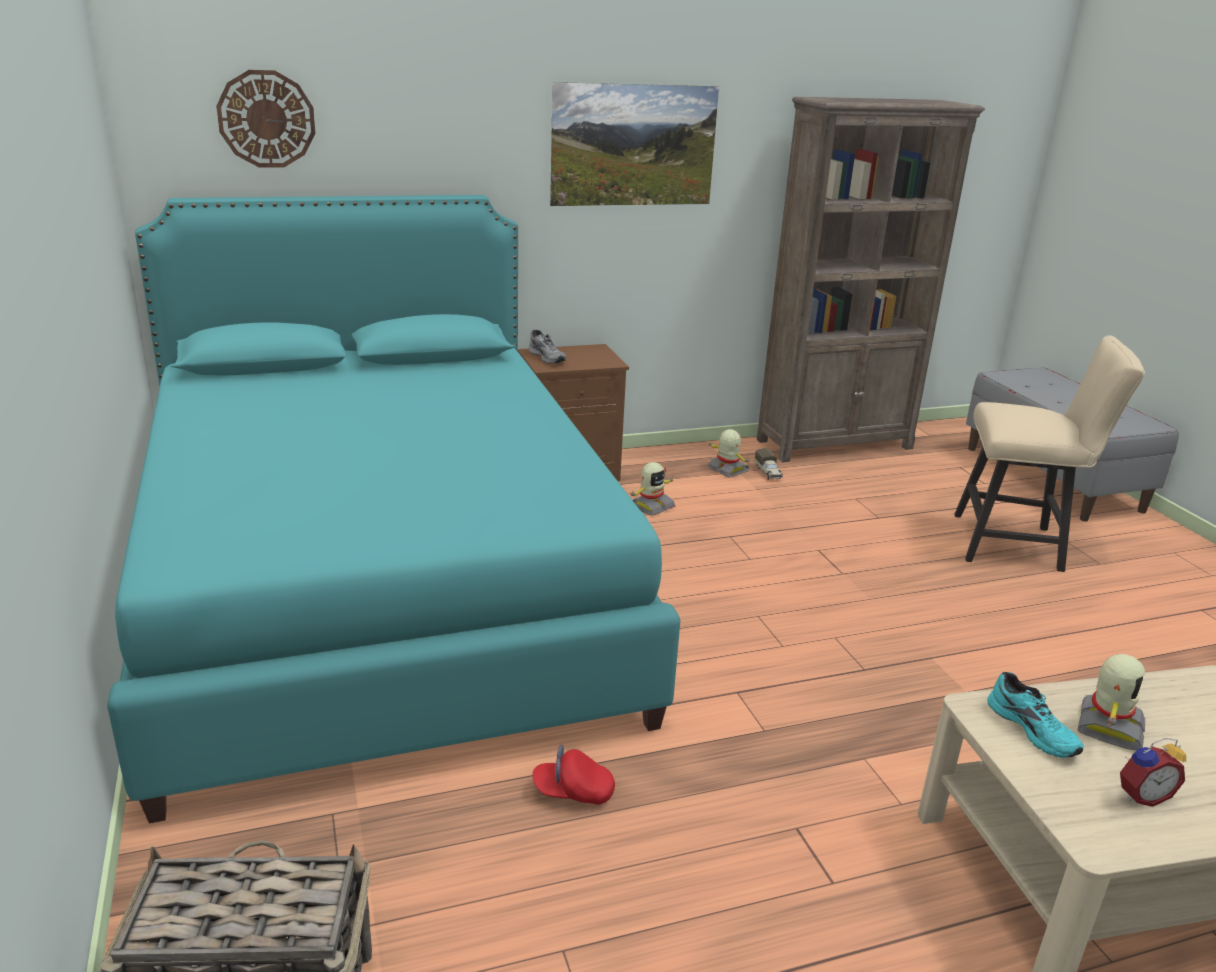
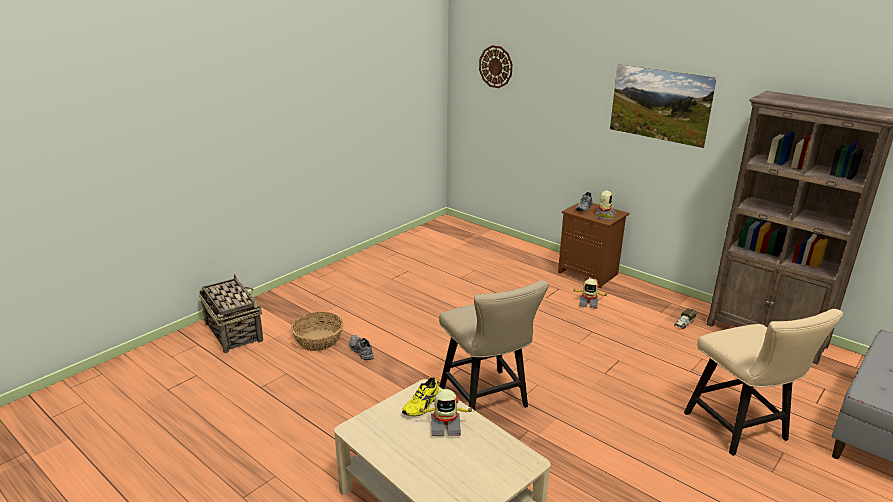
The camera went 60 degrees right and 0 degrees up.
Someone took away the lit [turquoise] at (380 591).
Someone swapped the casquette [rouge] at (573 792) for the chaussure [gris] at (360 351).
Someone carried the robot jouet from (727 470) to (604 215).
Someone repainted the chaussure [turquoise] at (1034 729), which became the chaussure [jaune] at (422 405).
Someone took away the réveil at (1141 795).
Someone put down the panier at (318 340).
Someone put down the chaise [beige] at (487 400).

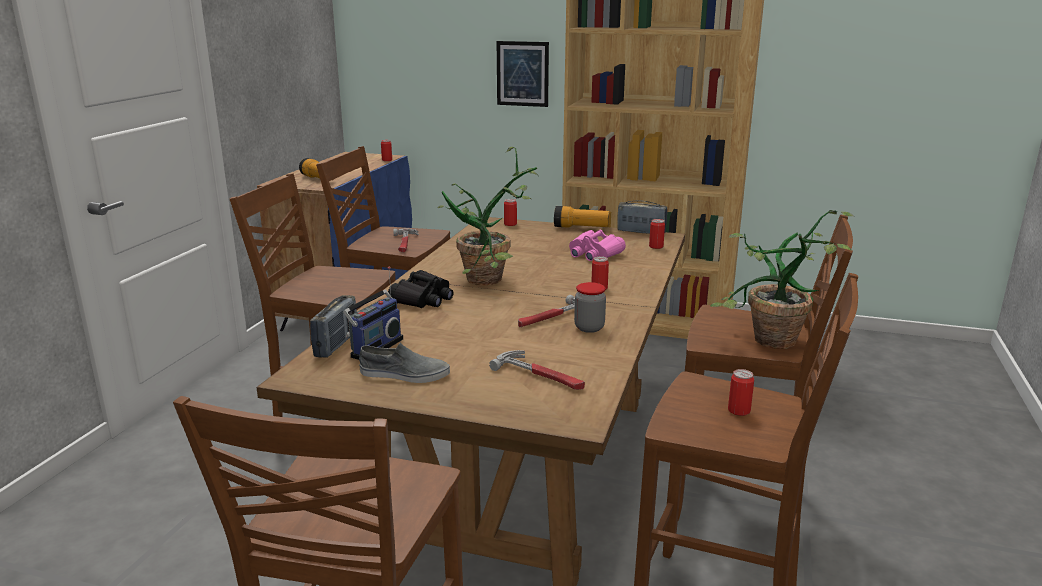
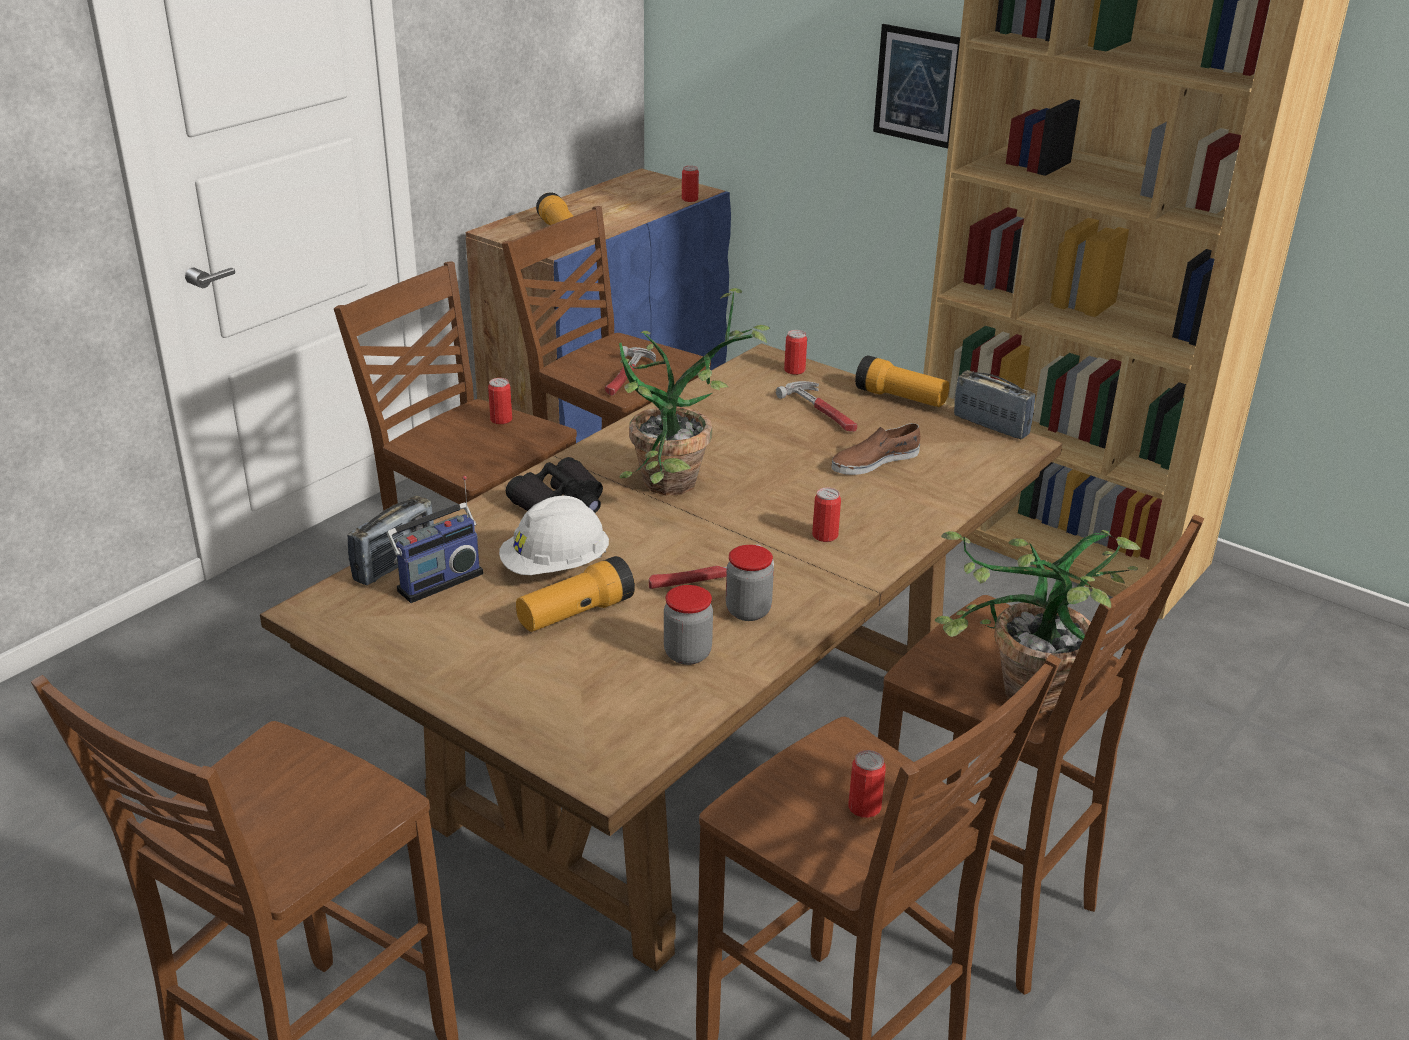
The camera went 20 degrees right and 10 degrees up.
Someone took away the chaussure [gris] at (404 374).
Someone carried the marteau from (541 375) to (822 411).
Someone swapped the jumelles [rose] at (594 254) for the chaussure [marron] at (874 461).
Someone carried the boîte métallique from (656 246) to (501 419).
Someone put down the casque de chantier [blanc] at (556 567).
Someone put down the lampe de poche at (575 614).
Someone put down the bocal at (687 654).

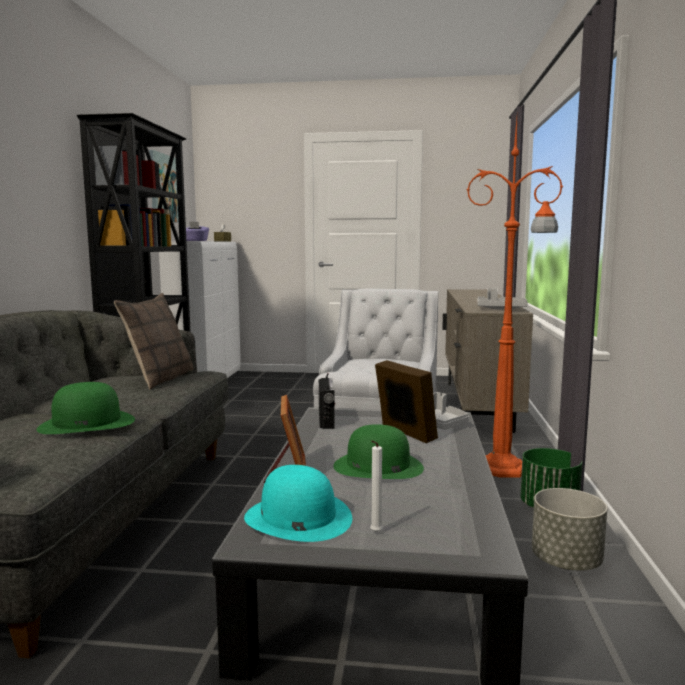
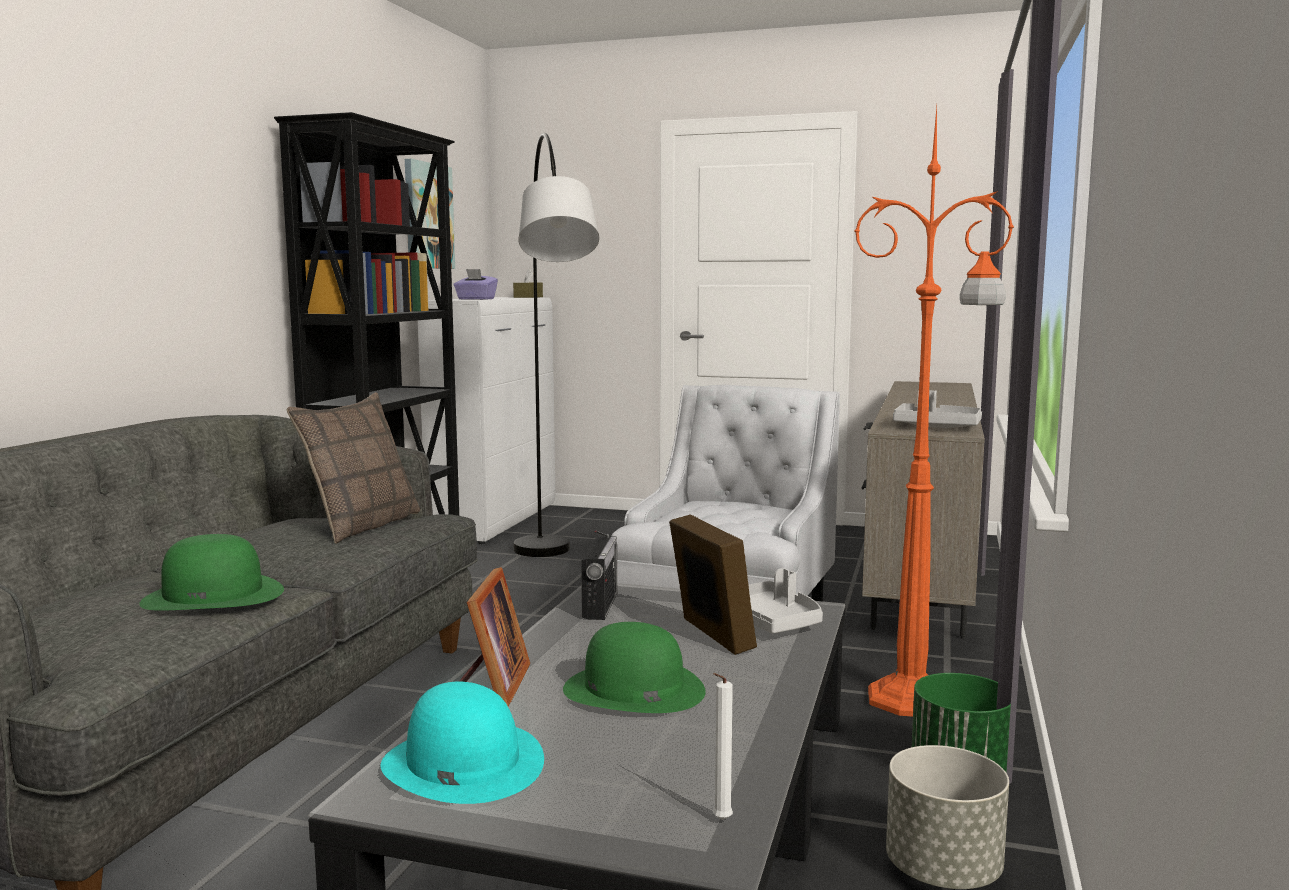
The camera went 10 degrees right and 0 degrees up.
Someone carried the bougie [blanc] from (375 533) to (720 821).
Someone put down the lampadaire [gris] at (553 580).

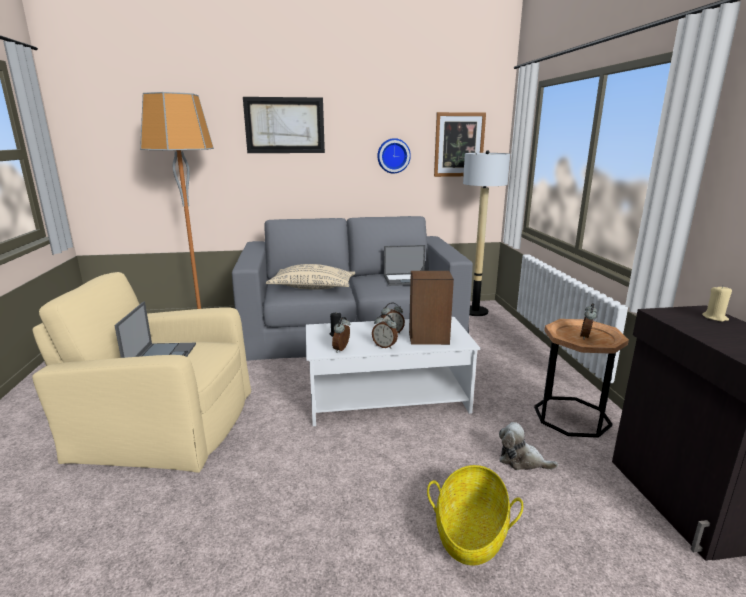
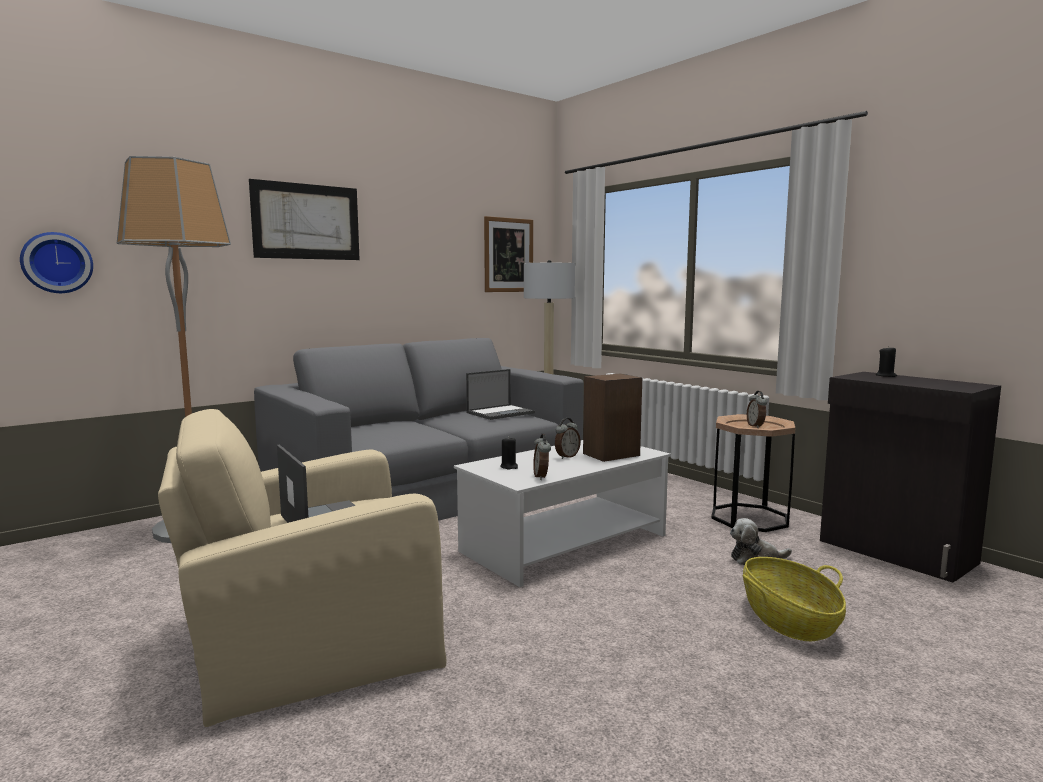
The camera went 30 degrees left and 10 degrees down.
Someone took away the coussin [beige] at (312 288).
Someone took away the réveil at (385 346).
Someone carried the horloge murale from (393 156) to (57 263).
Someone repainted the bougie [beige] at (715 318), which became the bougie [noir] at (886 376).

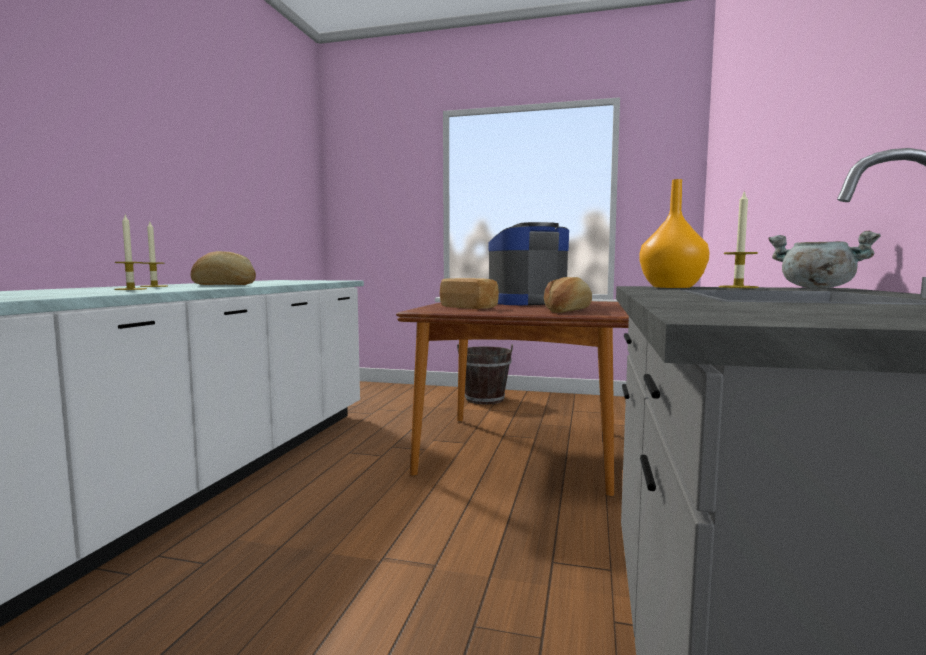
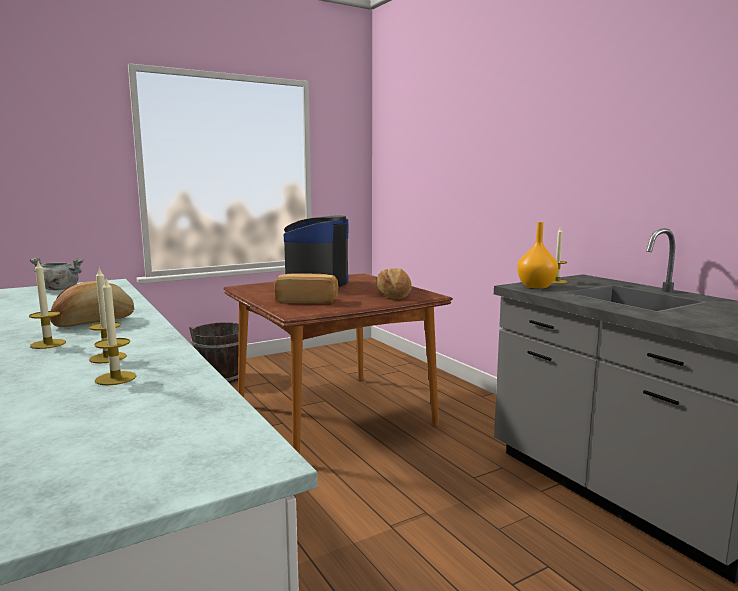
The camera went 45 degrees left and 5 degrees up.
Someone carried the marmite [gris] from (815 288) to (58 289).
Someone put down the bougie at (115 378).

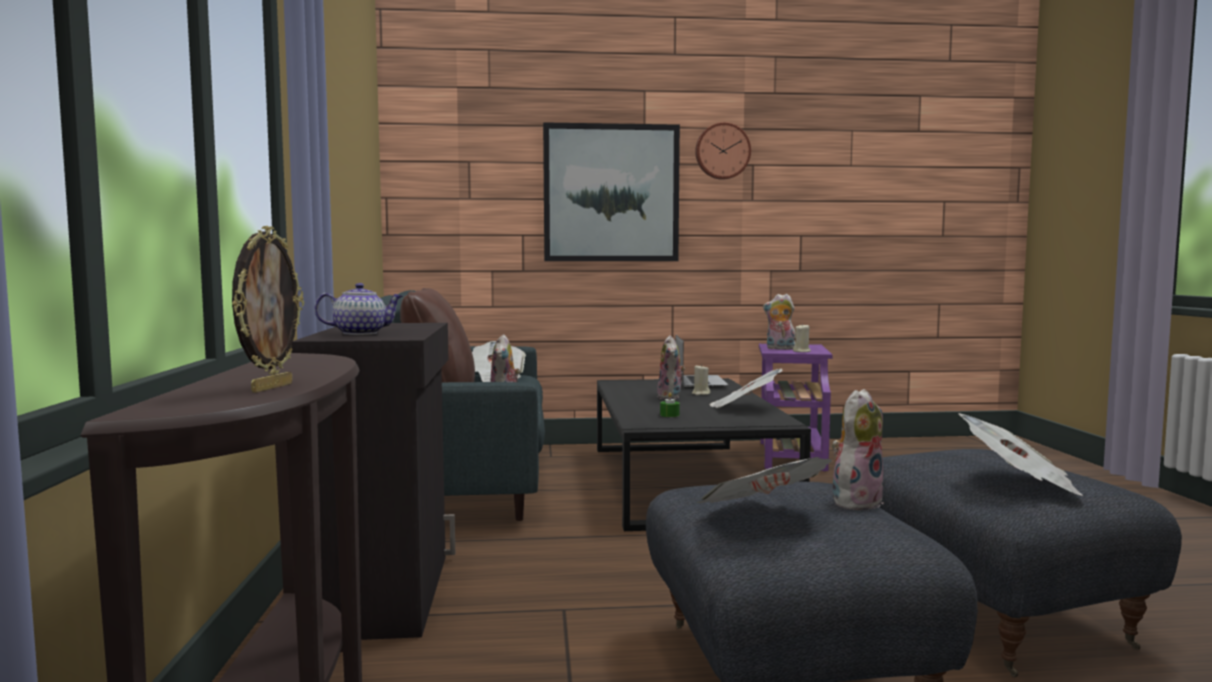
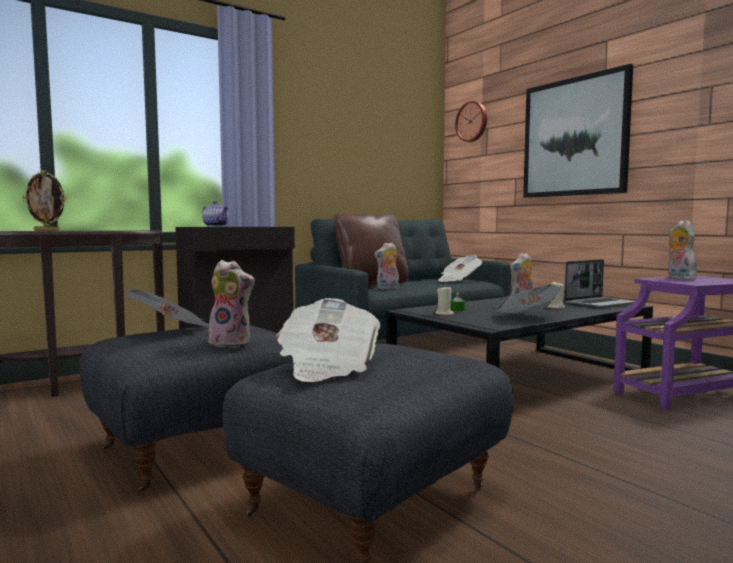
The camera went 60 degrees right and 0 degrees up.
Someone carried the horloge murale from (722 151) to (472 122).
Someone carried the bougie [beige] from (802 351) to (444 314).

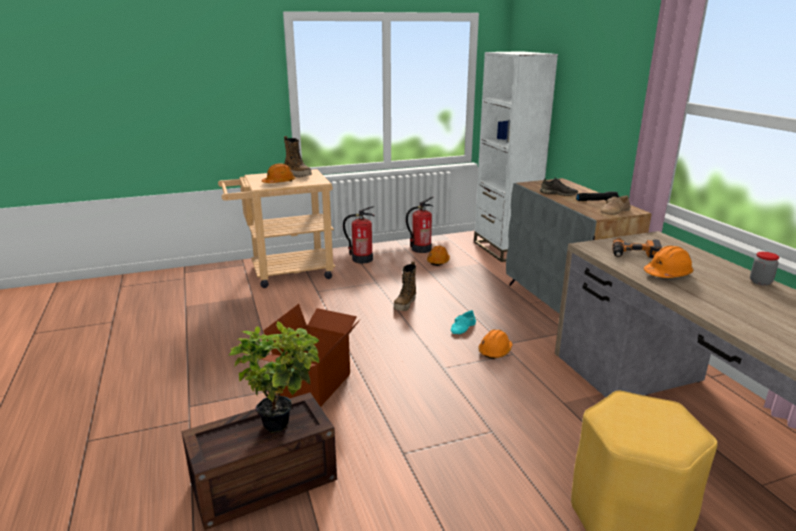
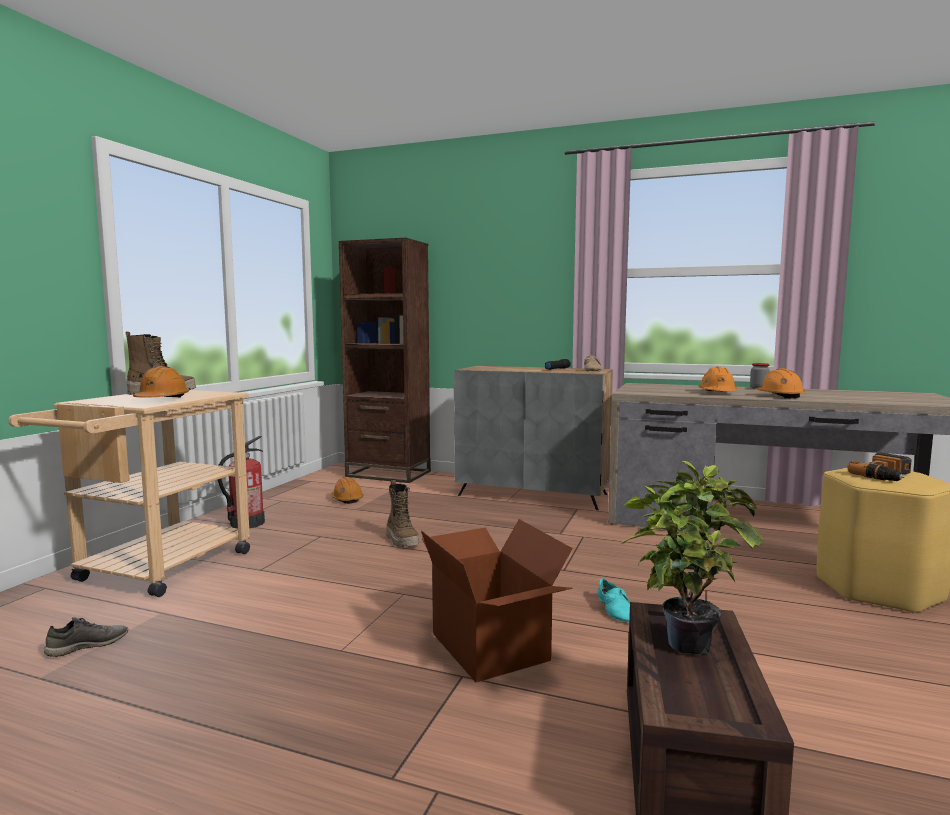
The camera went 50 degrees left and 15 degrees down.
Someone took away the extincteur at (421 249).
Someone carried the chaussure [turquoise] from (463 328) to (616 609).
Someone repainted the bibliothèque [blanc] at (504 249), which became the bibliothèque [marron] at (388 474).
Someone carried the casque de chantier [orange] from (495 351) to (779 396).
Someone carried the chaussure [gris] from (558 194) to (88 645).
Someone carried the perceuse from (635 255) to (886 475).

